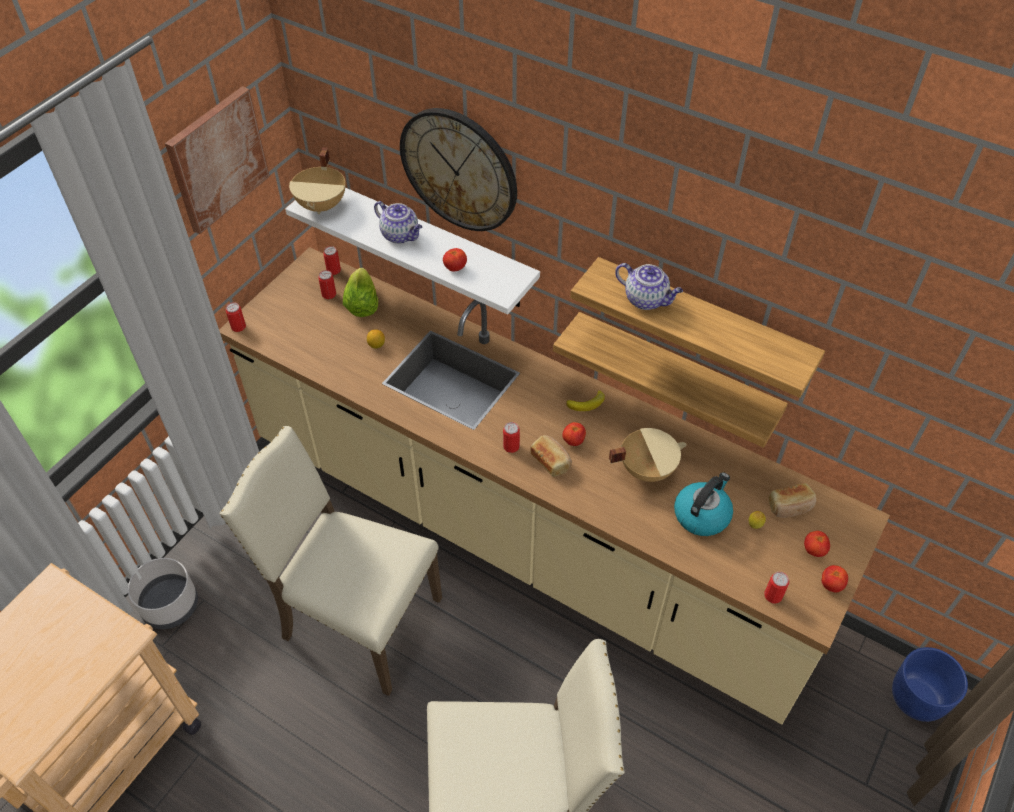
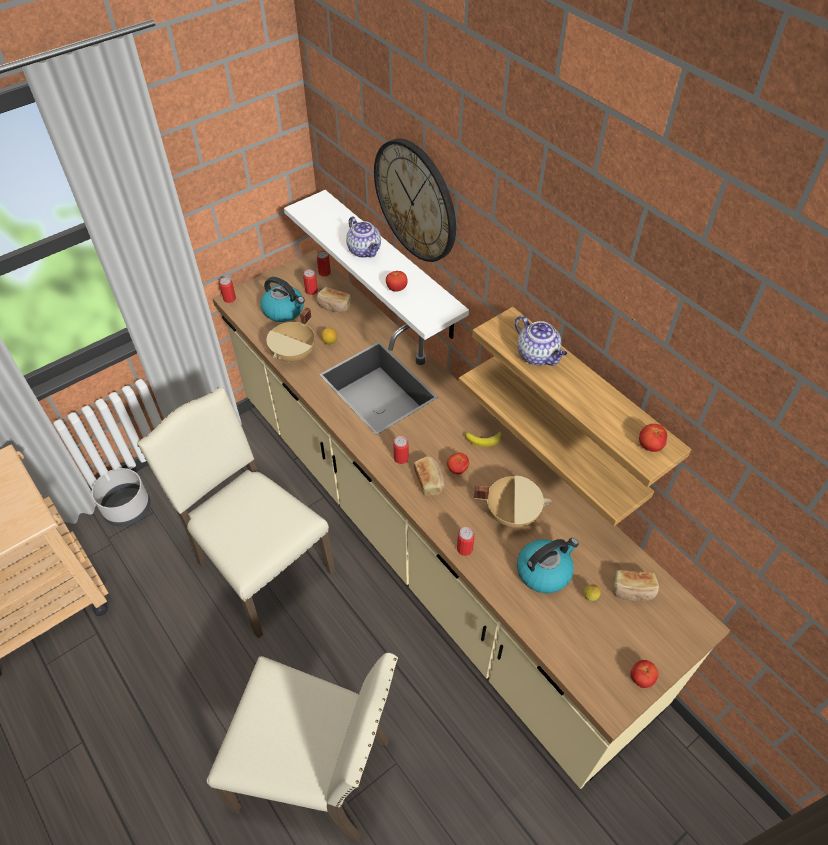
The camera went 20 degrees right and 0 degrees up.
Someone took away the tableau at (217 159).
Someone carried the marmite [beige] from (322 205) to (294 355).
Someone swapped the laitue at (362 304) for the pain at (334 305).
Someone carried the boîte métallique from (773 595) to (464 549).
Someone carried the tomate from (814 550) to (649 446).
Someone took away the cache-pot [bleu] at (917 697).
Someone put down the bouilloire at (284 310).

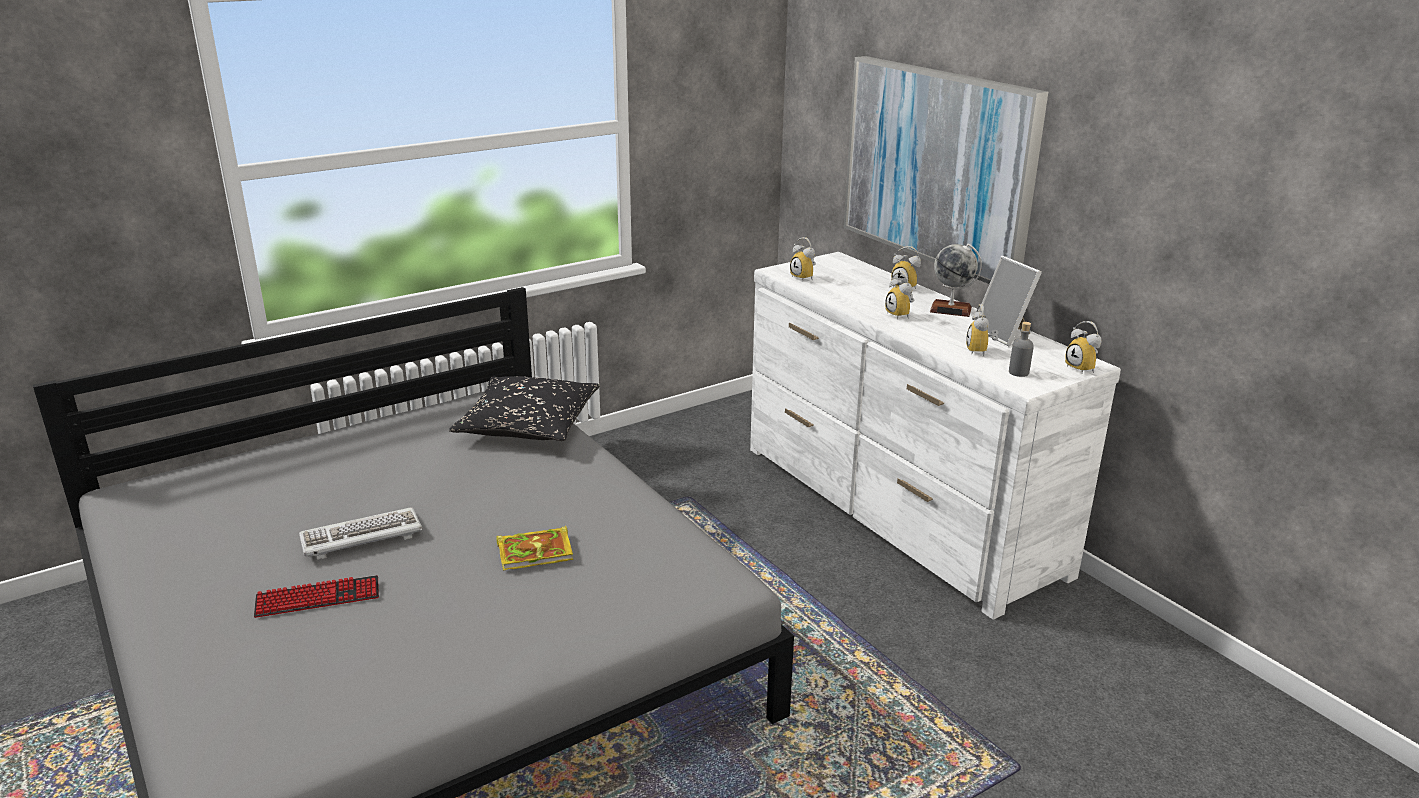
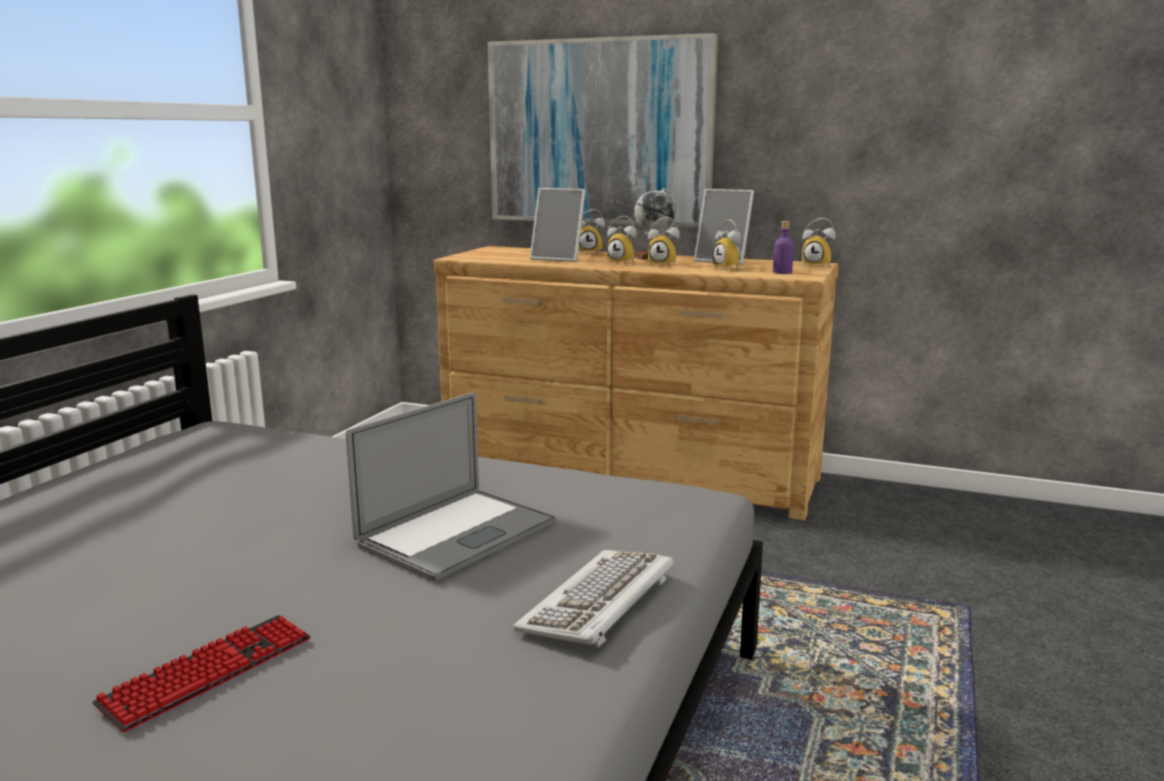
The camera went 35 degrees left and 10 degrees down.
Someone carried the clavier from (361 537) to (600 602).
Someone took away the coussin [noir] at (528 425).
Someone swapped the livre at (537 551) for the ordinateur portable at (457 533).
Someone repainted the commode [blanc] at (896 509), which became the commode [marron] at (630 473).
Someone carried the réveil from (805 277) to (663 265).
Someone repainted the bouteille [gris] at (1018 372), which became the bouteille [violet] at (782 272).
Someone put down the cadre photo at (559 258).

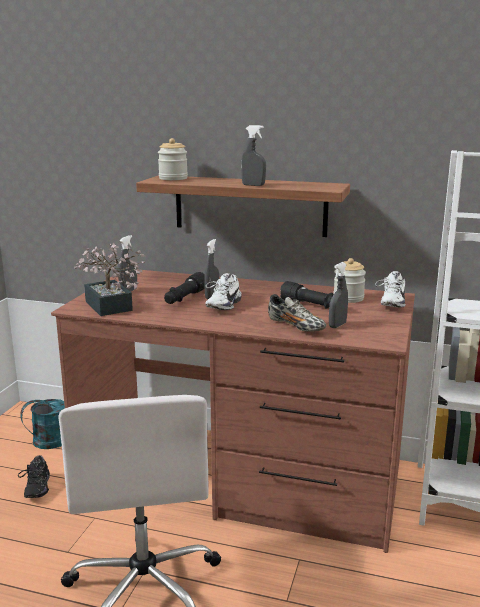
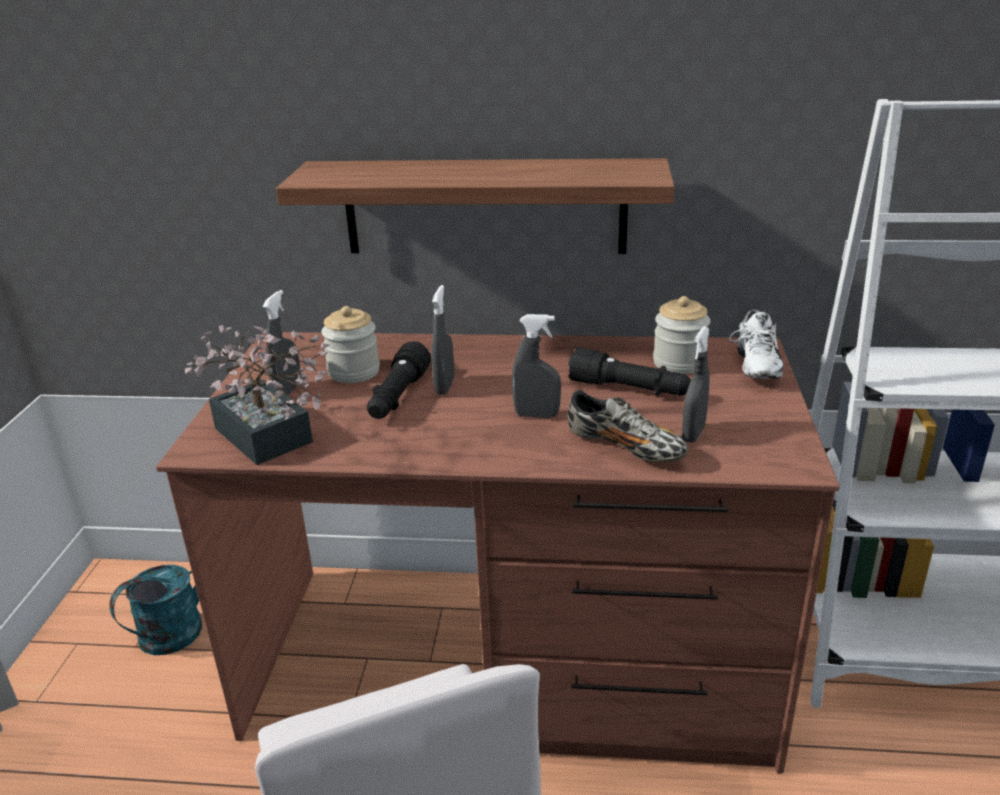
The camera went 10 degrees left and 10 degrees up.
Someone took away the chaussure [noir] at (35 488).
Someone carried the bocal from (173 178) to (354 372).
Someone took away the chaussure [blanc] at (222 305).
Someone carried the vaporisateur [gris] from (253 185) to (536 415).

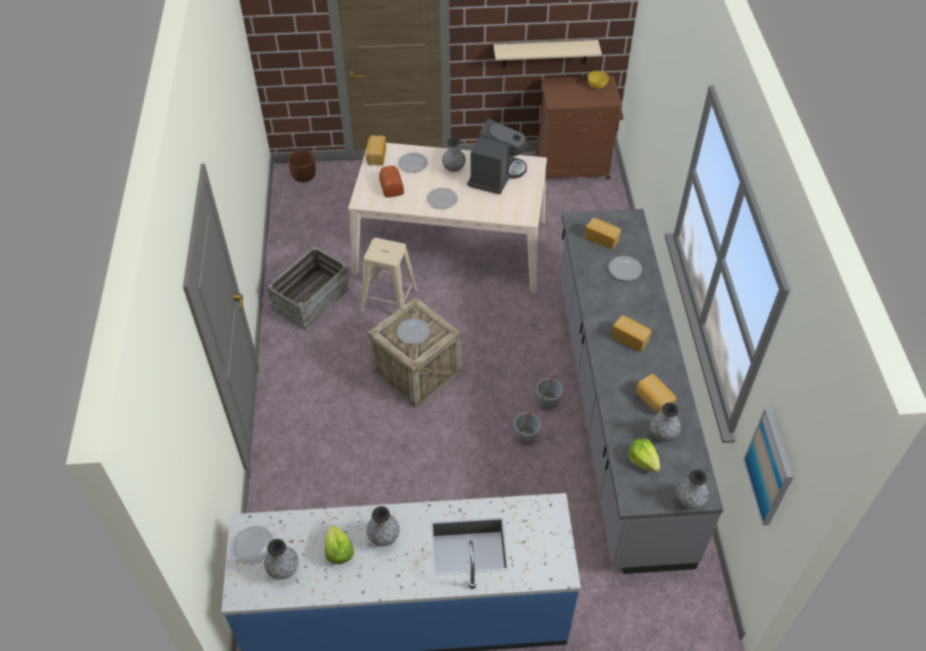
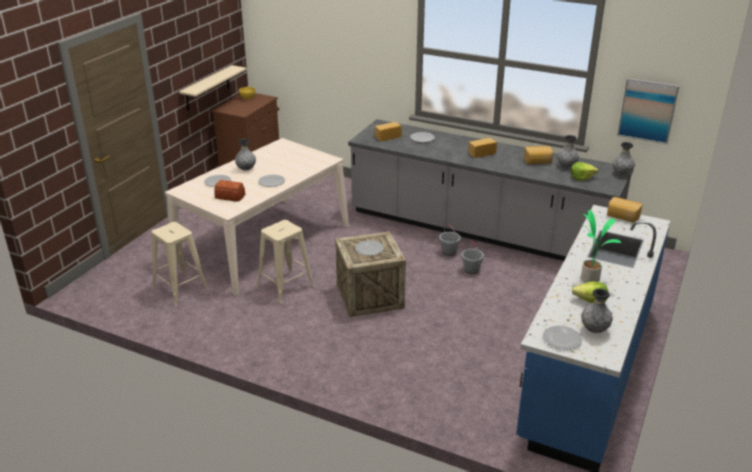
The camera went 60 degrees left and 20 degrees down.
Someone took away the caisse at (311 299).
Someone took away the cache-pot [marron] at (304 176).
Someone carried the pain from (376 156) to (622 217).
Someone swapped the vase [gris] at (384 537) for the plante en pot at (589 278).
Someone took away the machine à café at (495 174).
Someone put down the tabouret [beige] at (180 289).

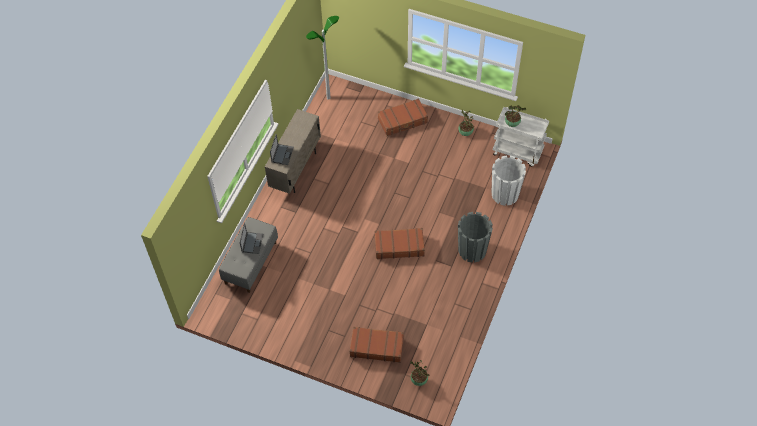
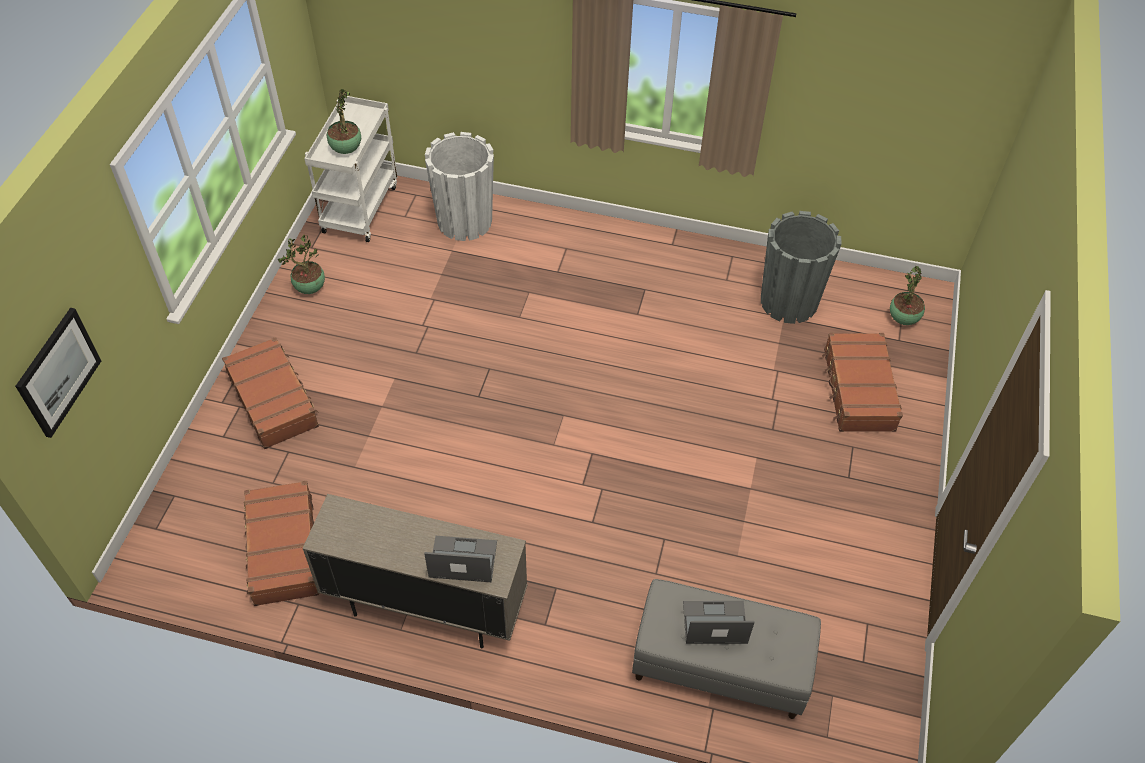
The camera went 100 degrees left and 5 degrees down.
Someone took away the lampadaire at (328 97).
Someone carried the valise [marron] from (399 246) to (283 550).
Someone carried the cache-pot [gris] from (472 250) to (788 302).
Someone put up the tableau at (58 372).

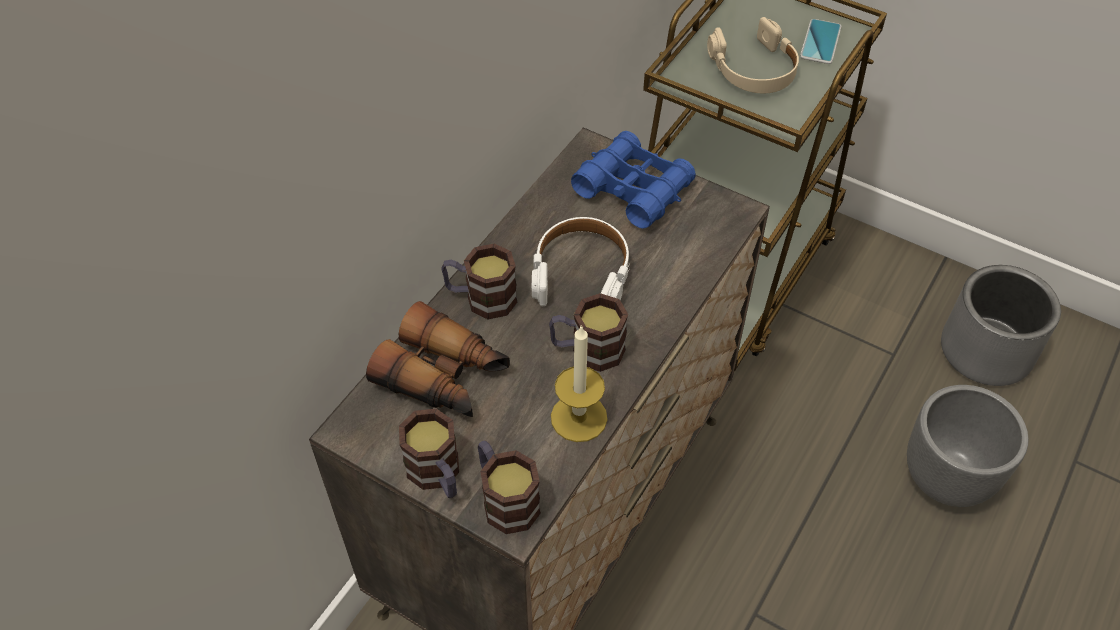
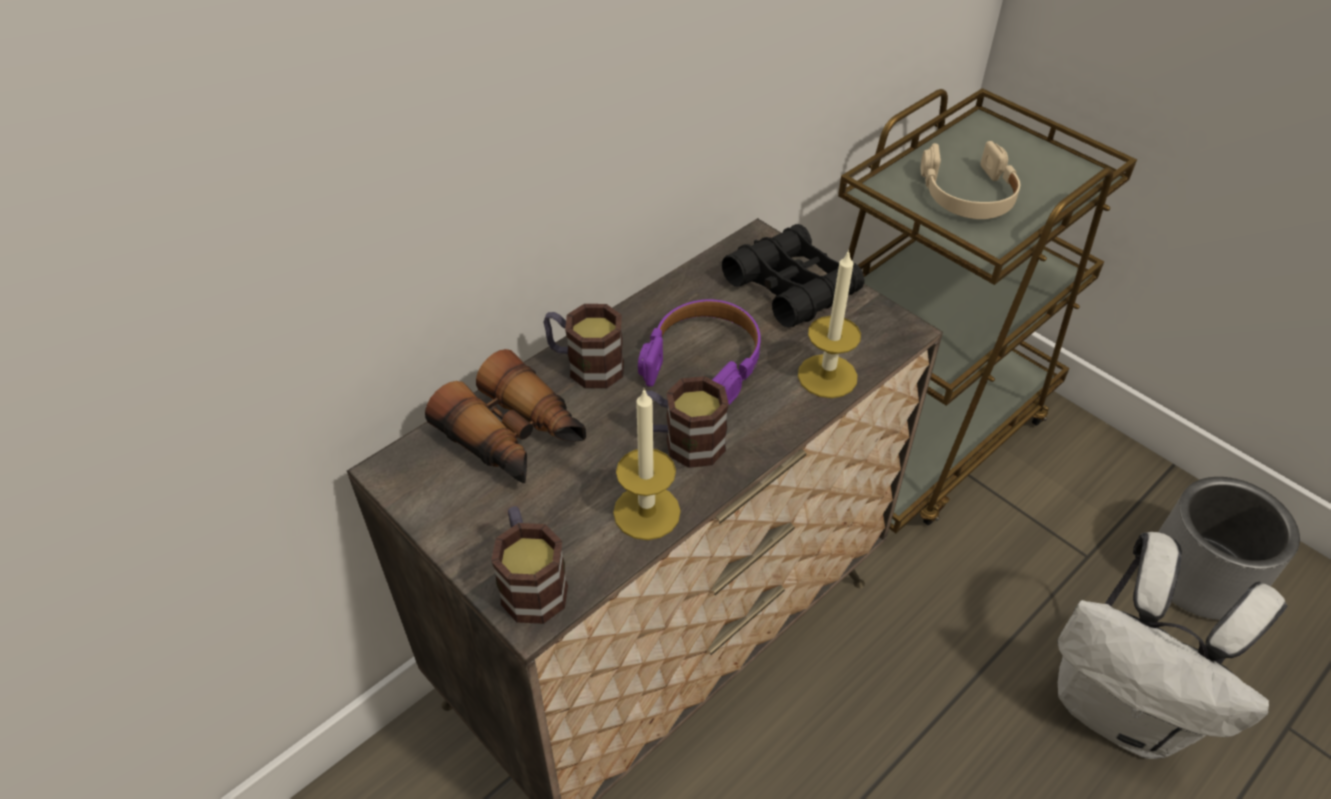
The camera went 15 degrees right and 5 degrees down.
Someone took away the mug at (438 475).
Someone repainted the casque audio [blanc] at (581 273), which became the casque audio [violet] at (704 361).
Someone repainted the jumelles [bleu] at (633 189), which became the jumelles [noir] at (791 287).
Someone took away the téléphone at (820 42).
Someone swapped the cache-pot [gris] at (947 478) for the sac à dos [blanc] at (1121 709).
Someone put down the bougie at (827 376).

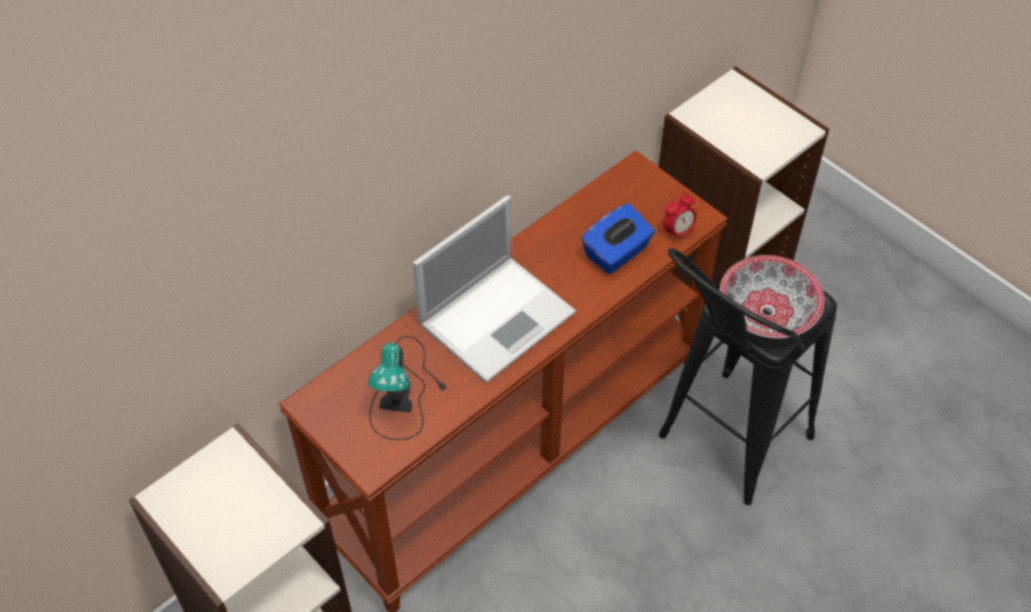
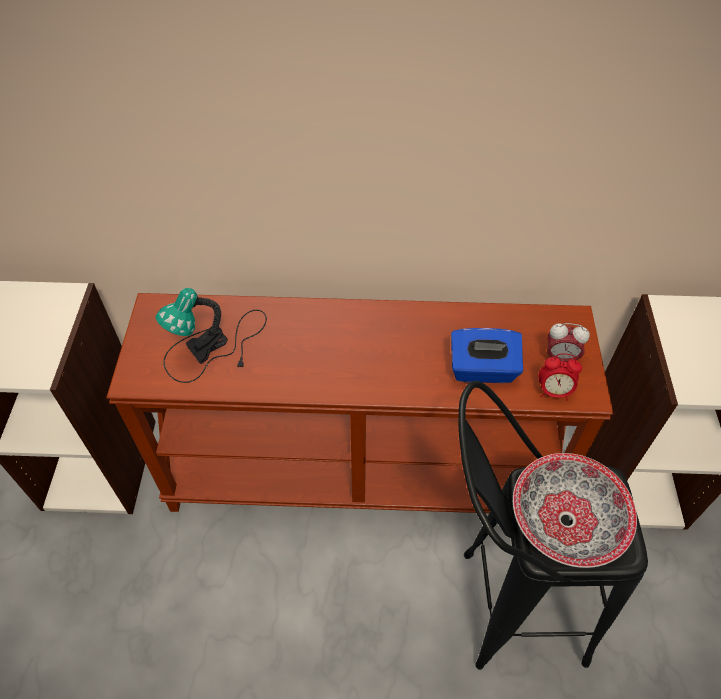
The camera went 45 degrees right and 0 degrees up.
Someone took away the ordinateur portable at (499 316).
Someone put down the réveil at (560 358).

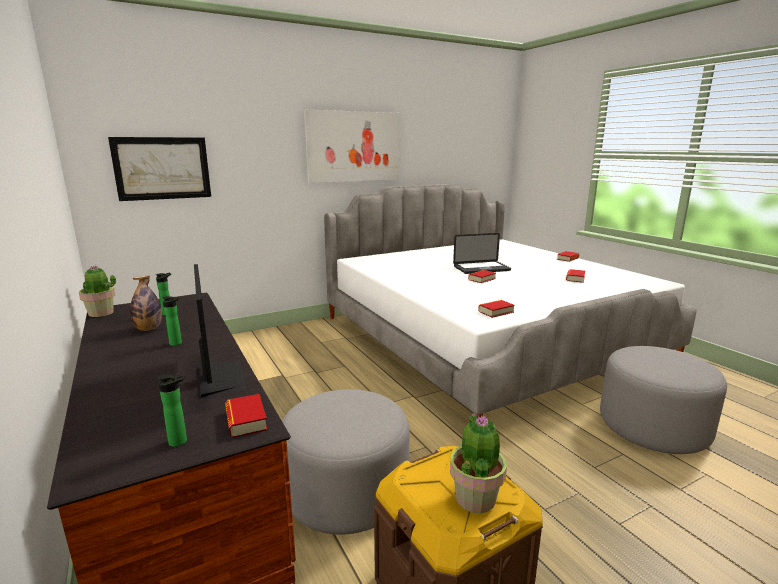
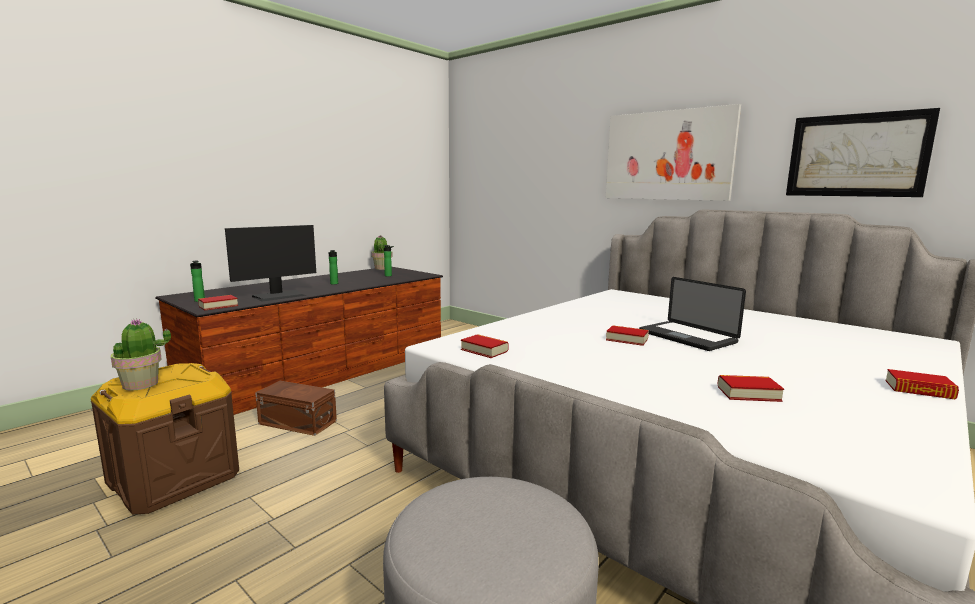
The camera went 70 degrees right and 5 degrees down.
Someone carried the tableau from (162 168) to (856 155).
Someone took away the bouteille at (149 329).
Someone swapped the pouf [gris] at (346 491) for the boîte de rangement [marron] at (297 422).

